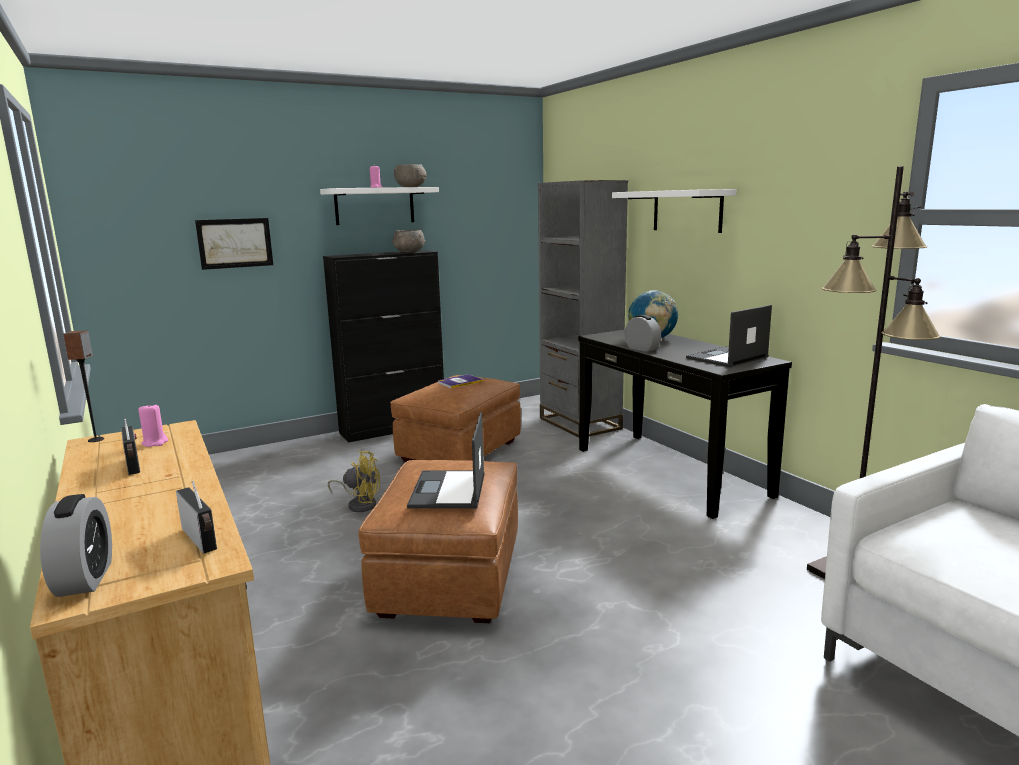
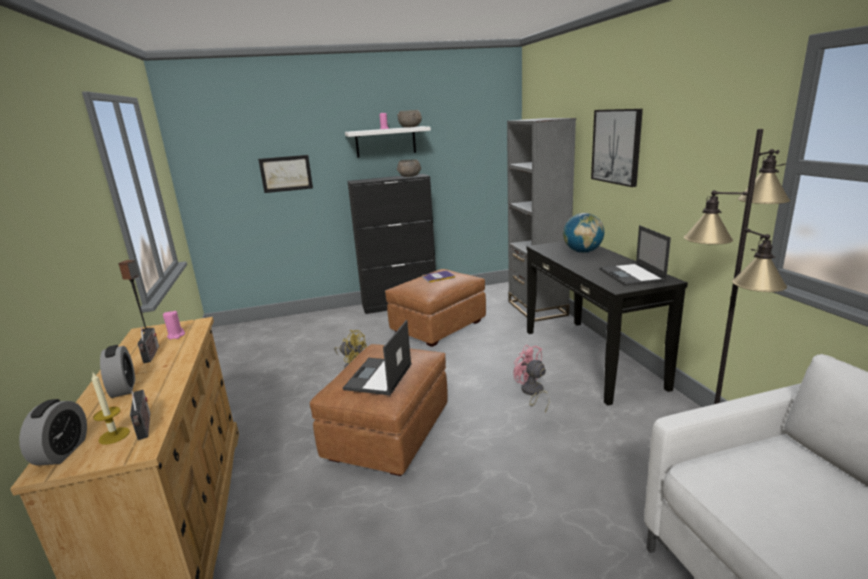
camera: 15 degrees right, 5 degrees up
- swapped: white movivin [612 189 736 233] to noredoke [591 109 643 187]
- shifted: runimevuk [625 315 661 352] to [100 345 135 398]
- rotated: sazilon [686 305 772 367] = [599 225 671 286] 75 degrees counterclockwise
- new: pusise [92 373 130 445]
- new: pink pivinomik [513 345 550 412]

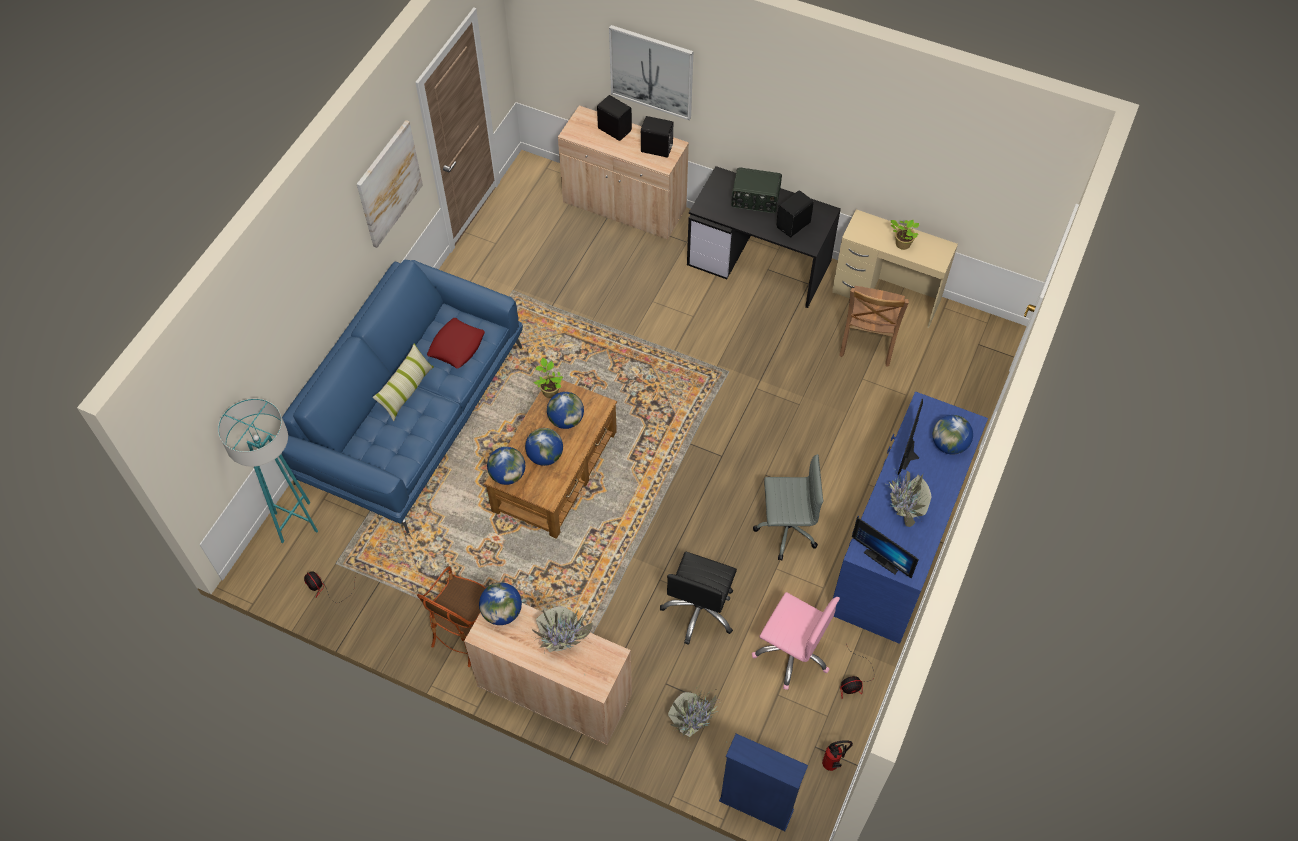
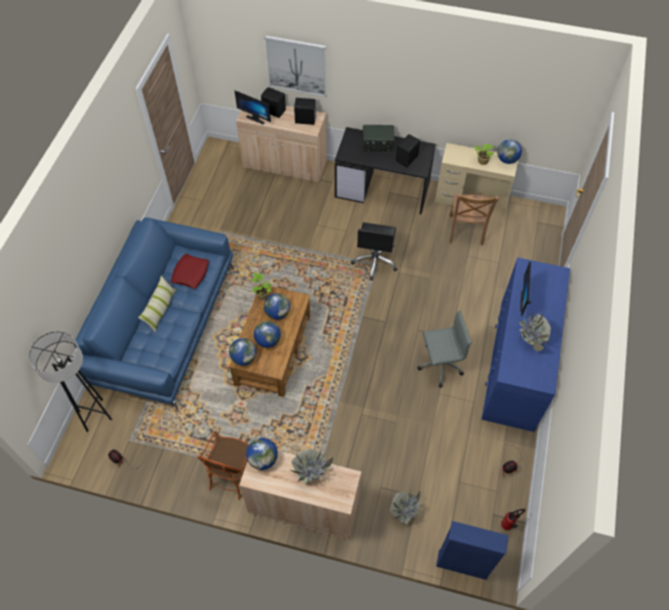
camera: 10 degrees left, 0 degrees up
- repainted: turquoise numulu [218 399 318 543] to grey numulu [29 331 112 432]
- gone: noredoke [357 120 423 248]
- shifted: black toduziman [660 552 737 645] to [351 222 397 281]
- gone: pink toduziman [752 592 840 690]
- shifted: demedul [852 517 919 578] to [234 90 271 125]
- shifted: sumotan [933 415 973 455] to [497 139 522 164]

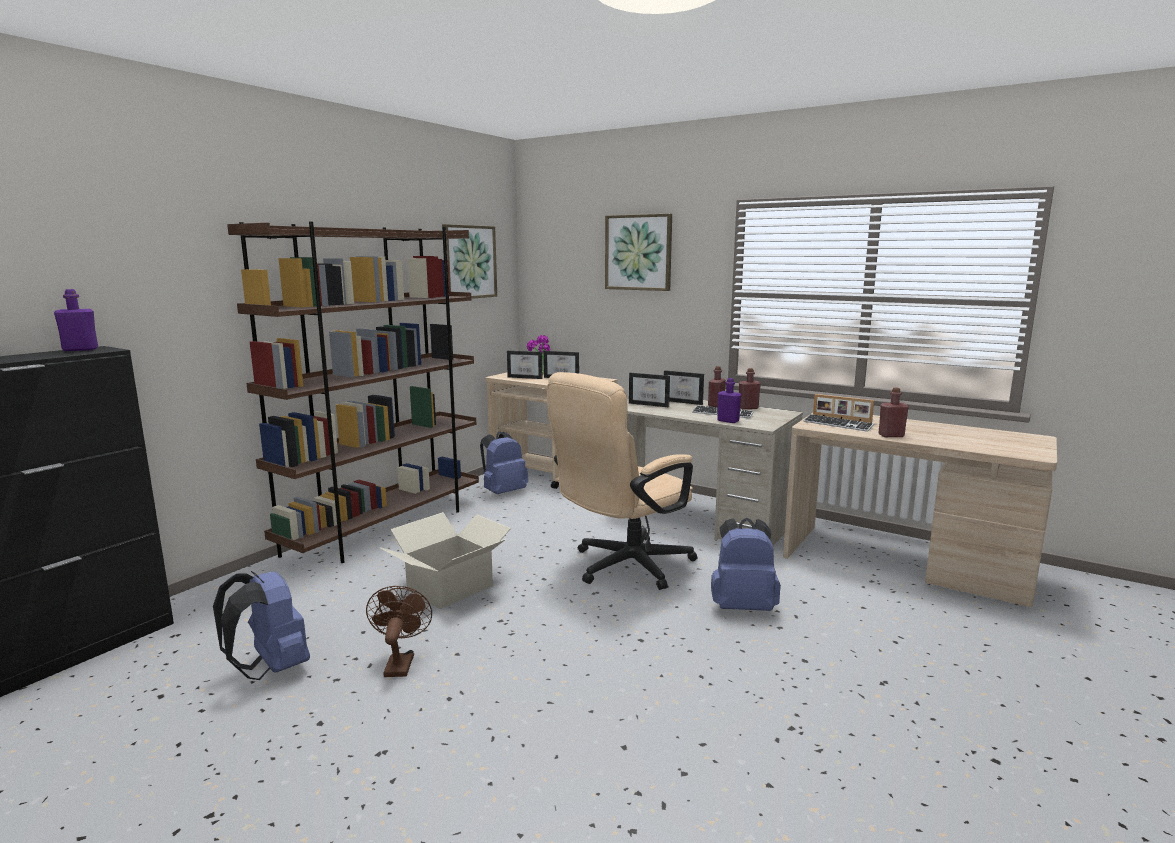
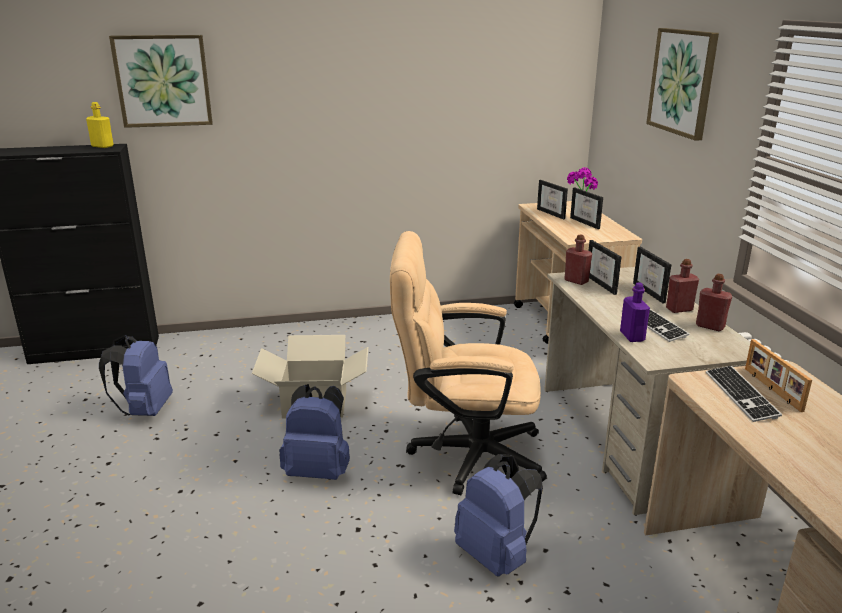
camera: 45 degrees right, 10 degrees up
- repainted: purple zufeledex [54 289 98 351] to yellow zufeledex [86 102 114 148]
- gone: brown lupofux [227 222 479 563]
- gone: brown pivinomik [366 586 432 677]
- shifted: noredoke [442 224 497 299] to [109 35 213 128]
- shifted: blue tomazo [480 431 528 494] to [279 384 350 480]
- shifted: red zufeledex [878 388 909 437] to [564 234 592 285]

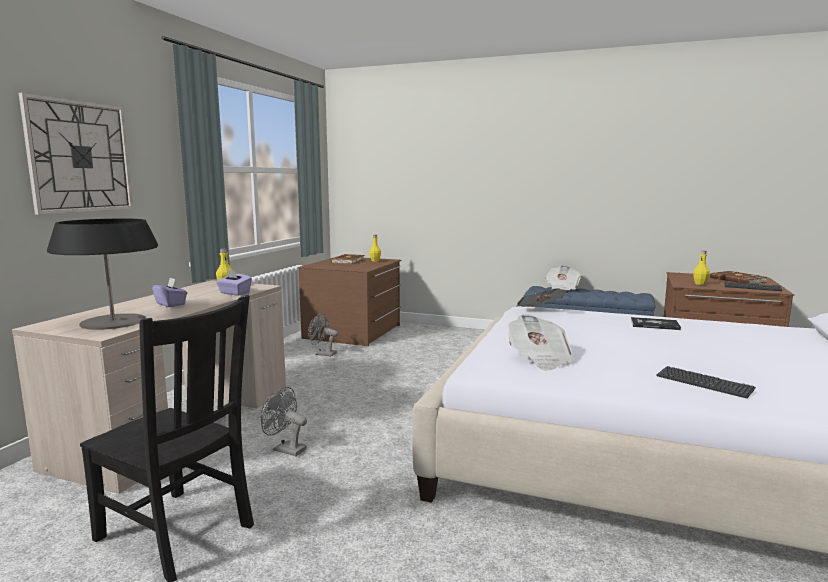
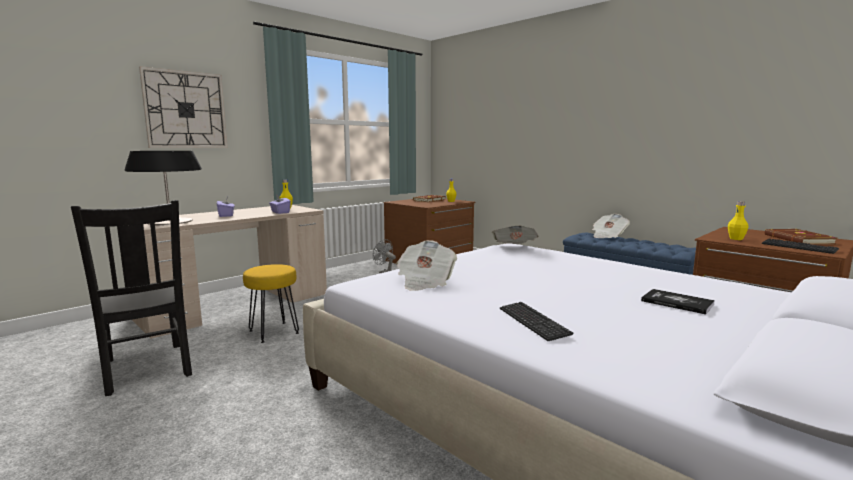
camera: 25 degrees right, 0 degrees up
- swapped: grey pivinomik [260 387 307 456] to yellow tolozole [243 264 299 343]
- shifted: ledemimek [631 317 681 330] to [641 289 715 315]

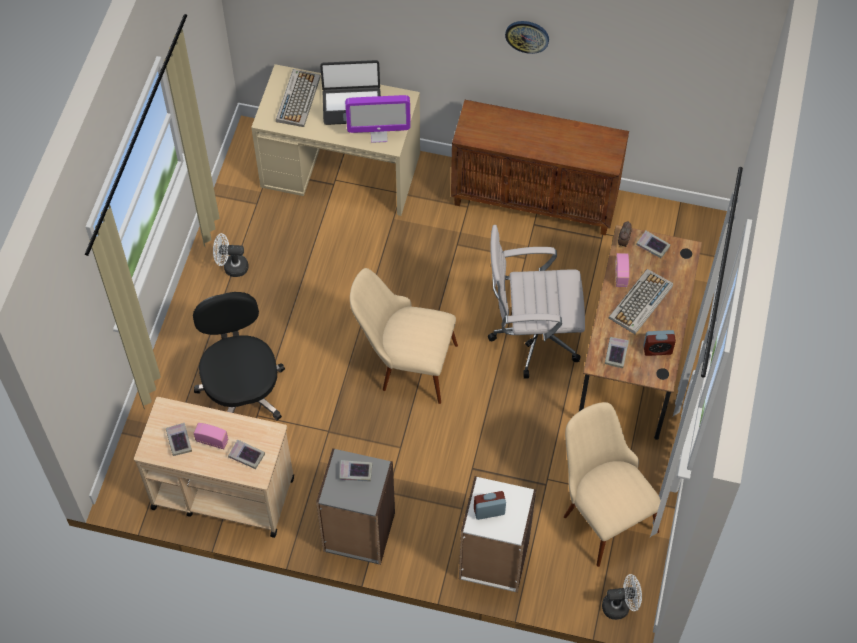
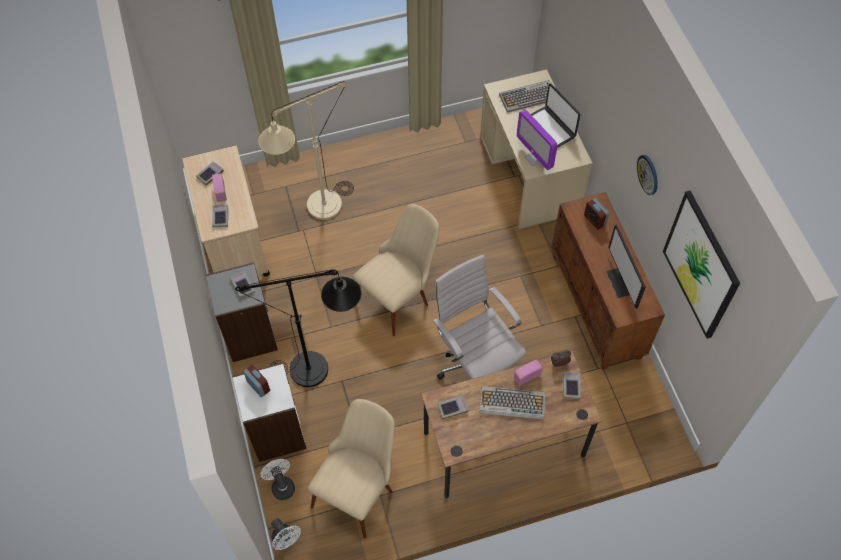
camera: 60 degrees right, 0 degrees up
- swapped: black toduziman [193 292 285 421] to beige numulu [259 81 354 220]
- shifted: white pivinomik [213 233 248 277] to [261 459 295 500]
- rotated: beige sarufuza [350 268 458 404] = [353 204 440 336] 60 degrees clockwise
- shifted: runimevuk [644 330 676 356] to [584 198 609 230]
- new: black numulu [235 269 361 387]
- new: demedul [606 224 646 309]
- new: noredoke [663 191 740 339]

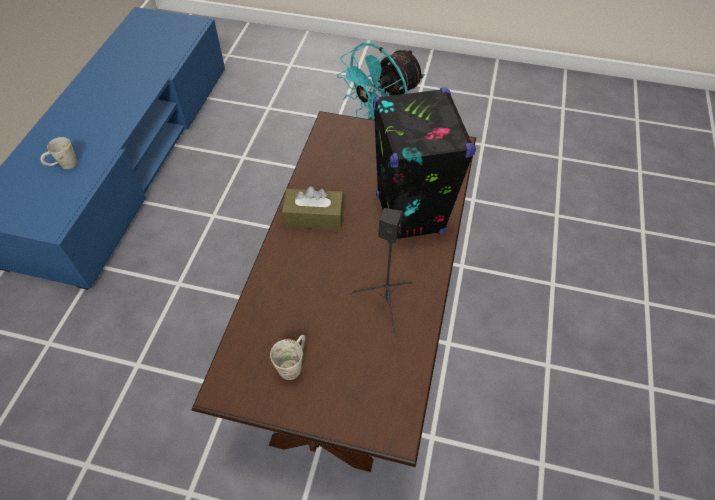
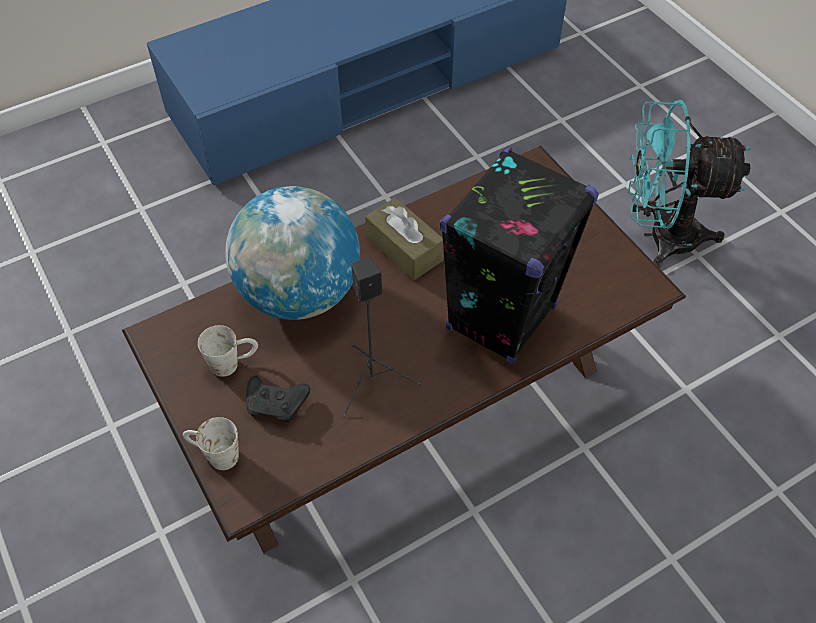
camera: 45 degrees right, 0 degrees up
- shifted: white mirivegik [40 137 78 169] to [183 417 239 470]
- new: sumotan [225 186 360 320]
- new: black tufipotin [246 375 310 423]

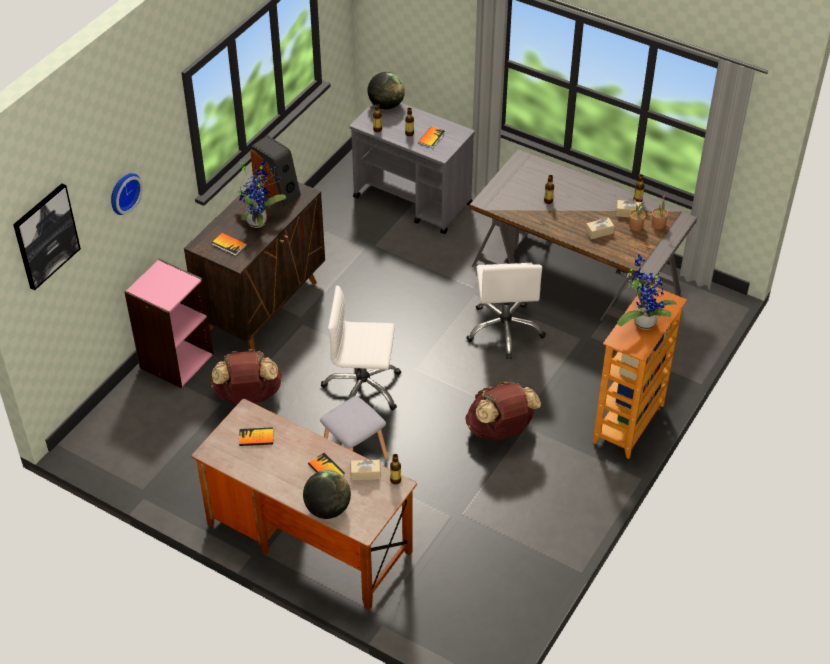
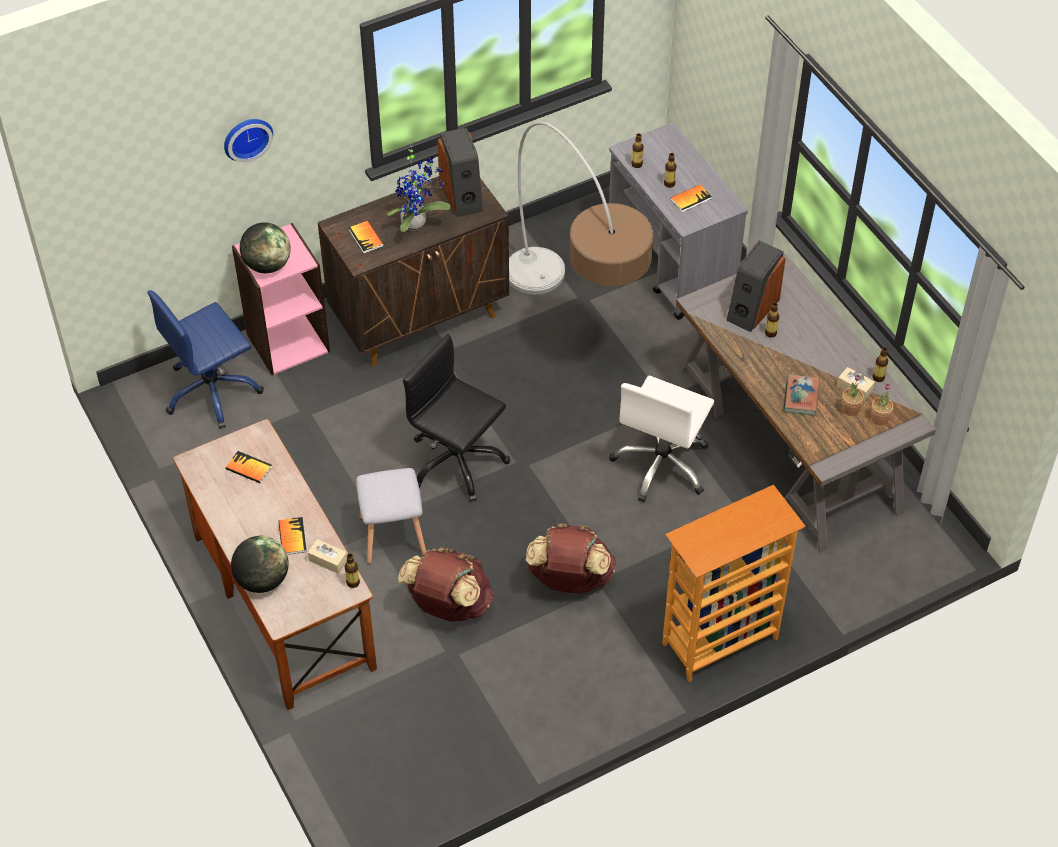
camera: 30 degrees right, 5 degrees up
- gone: noredoke [13 184 81 290]
- shifted: brown tomazo [211 349 282 404] to [398 547 494 622]
- repainted: white toduziman [321 286 401 411] to black toduziman [403 334 510 502]
- shifted: sumotan [368 72 405 110] to [240 223 291 273]
- swapped: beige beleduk [586 217 614 239] to ledemimek [783 374 820 416]
- gone: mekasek [617 254 677 330]
- new: blue toduziman [147 290 264 429]
- new: numulu [509 121 654 295]
- new: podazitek [726 240 786 332]

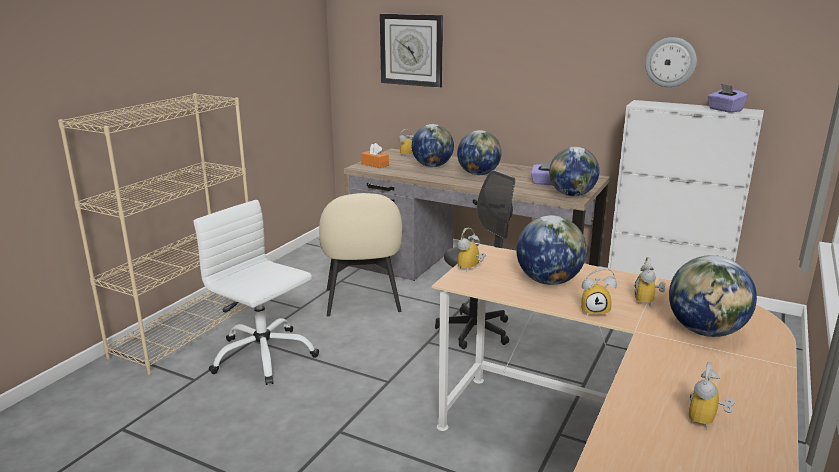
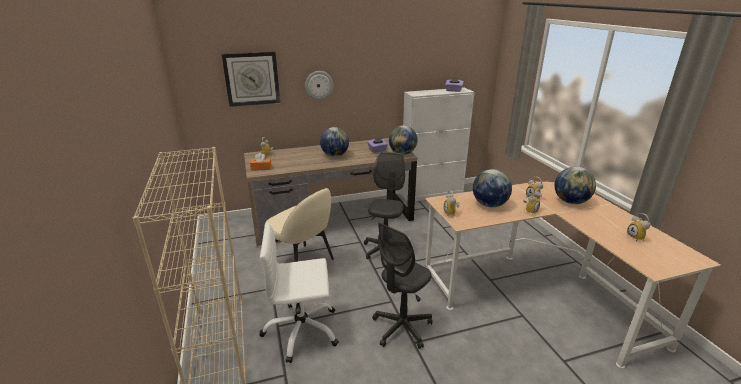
camera: 45 degrees left, 5 degrees up
- gone: sumotan [412 124 454 167]
- shifted: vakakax [645 37 697 87] to [305 71 333 100]
- new: grey toduziman [372 223 432 349]

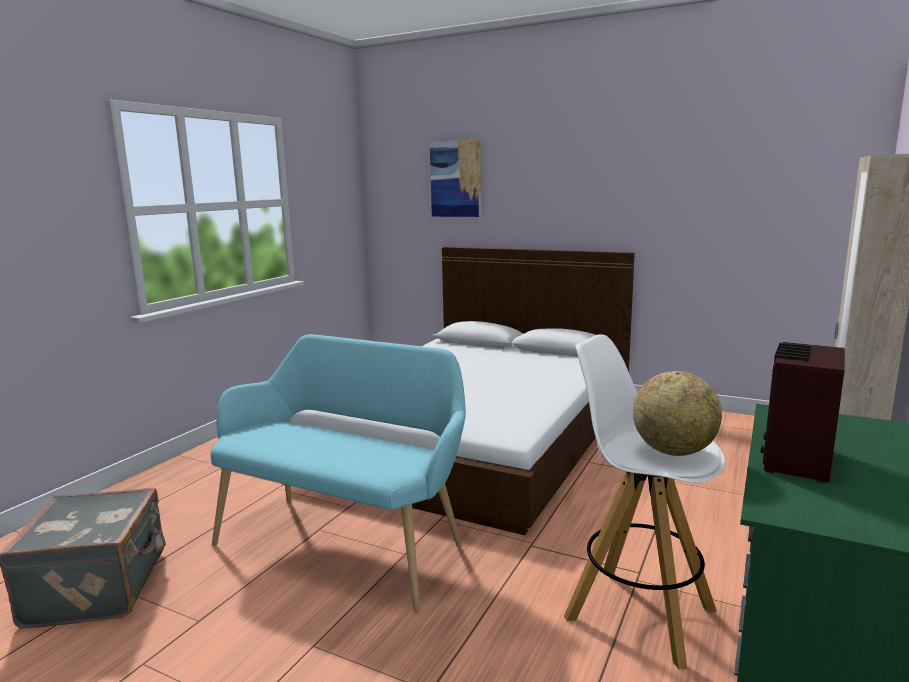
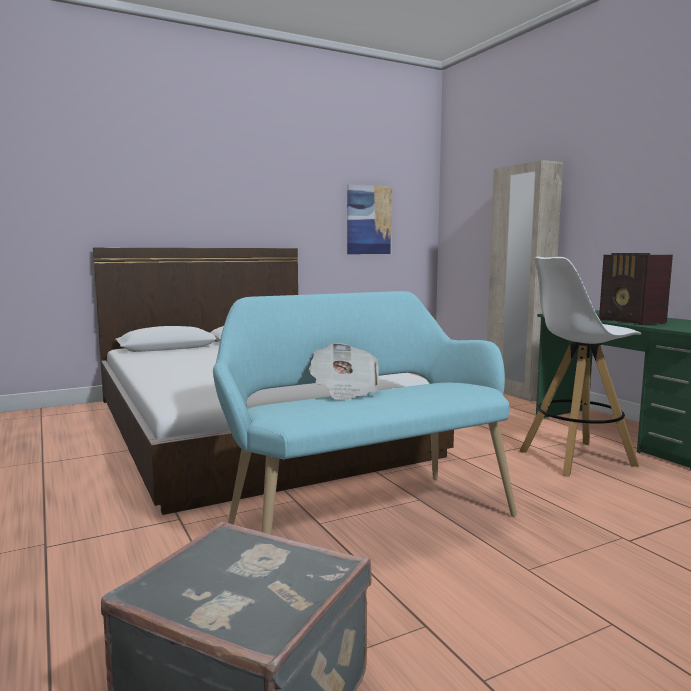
camera: 55 degrees left, 5 degrees down
- shifted: noredoke [430 140 481 217] to [347 184 392 254]
- gone: sumotan [633 371 722 456]
- new: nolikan [309 343 379 400]

